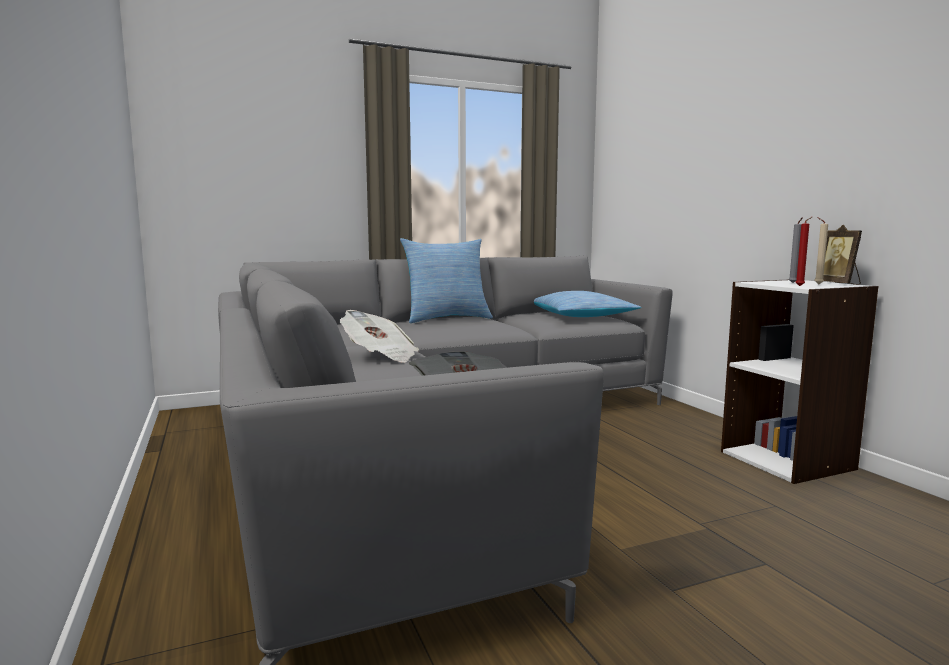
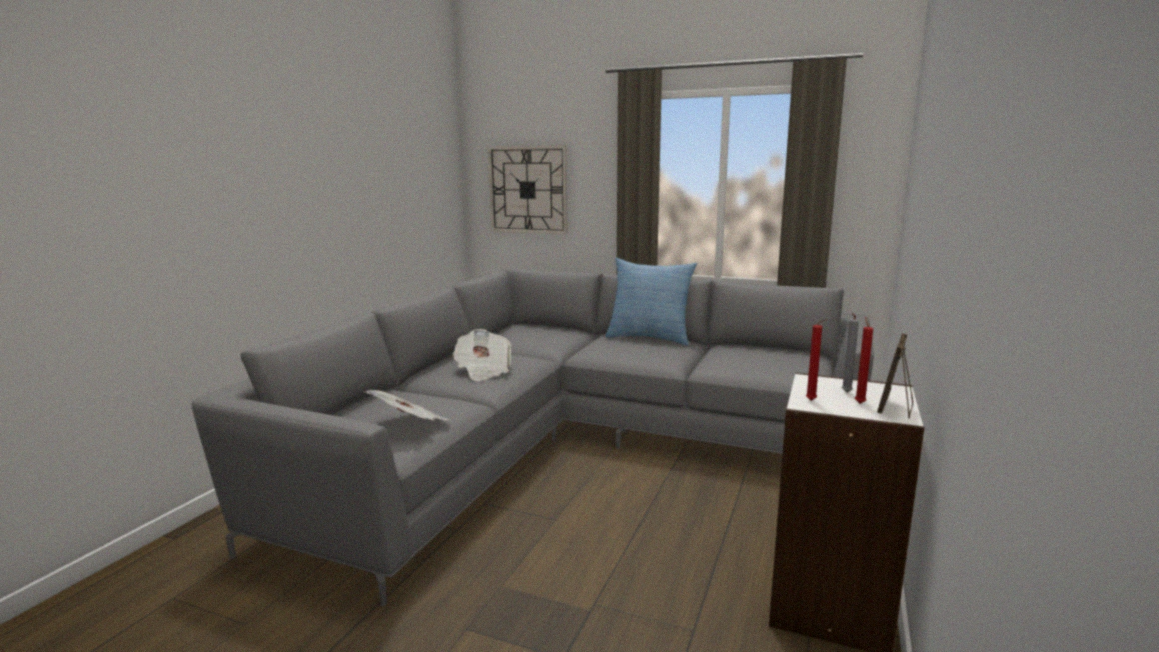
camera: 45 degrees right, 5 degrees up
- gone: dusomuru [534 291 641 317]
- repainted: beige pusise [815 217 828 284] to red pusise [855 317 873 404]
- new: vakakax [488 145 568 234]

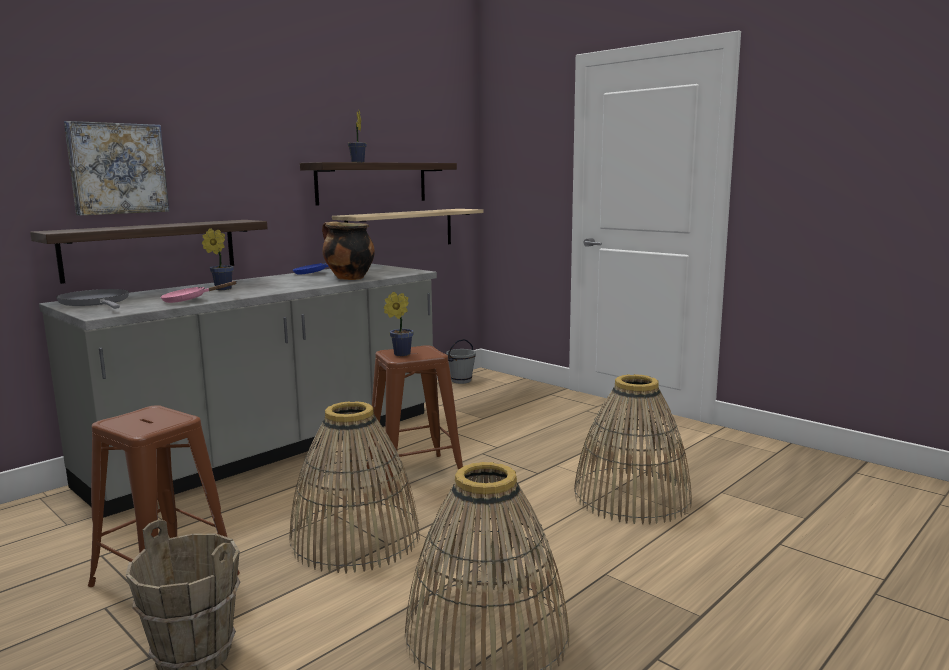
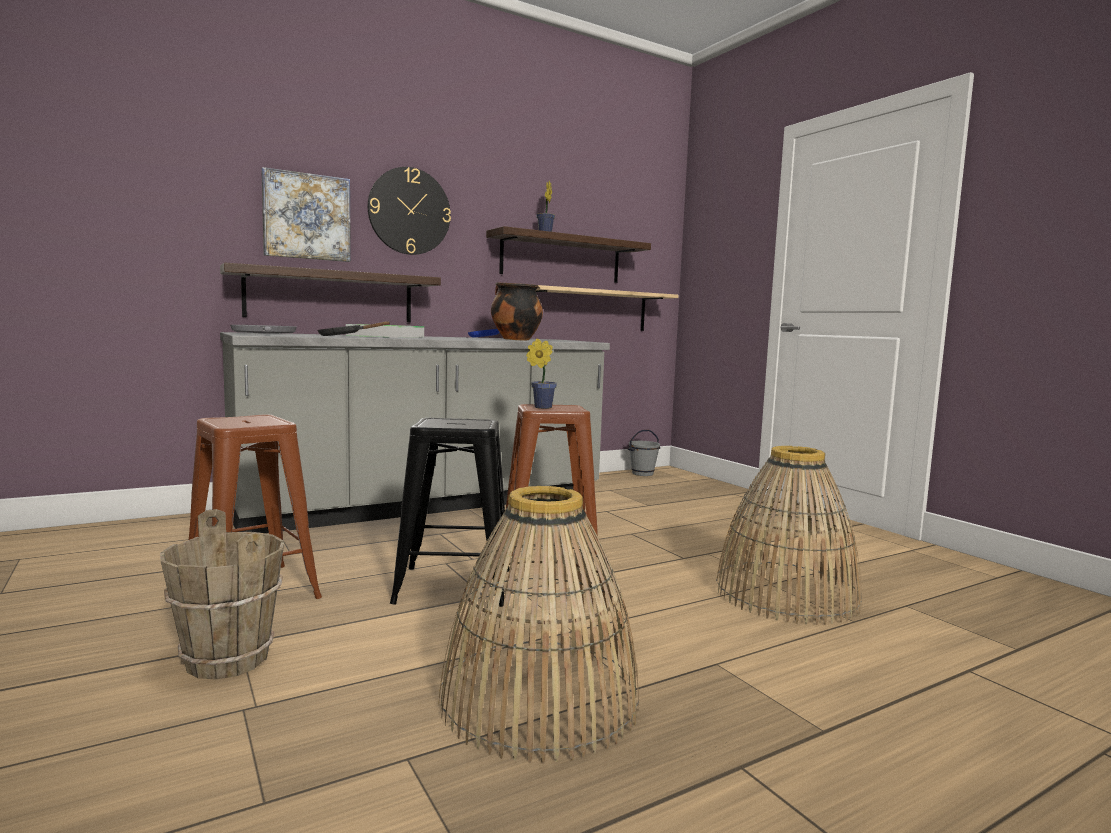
camera: 15 degrees right, 5 degrees down
- repainted: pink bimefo [161 281 238 303] to black bimefo [317 321 390 336]
- swapped: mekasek [202 228 234 290] to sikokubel [346 324 424 338]
- swapped: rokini [290 401 420 573] to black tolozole [390 418 509 607]
- new: vakakax [368 167 451 255]

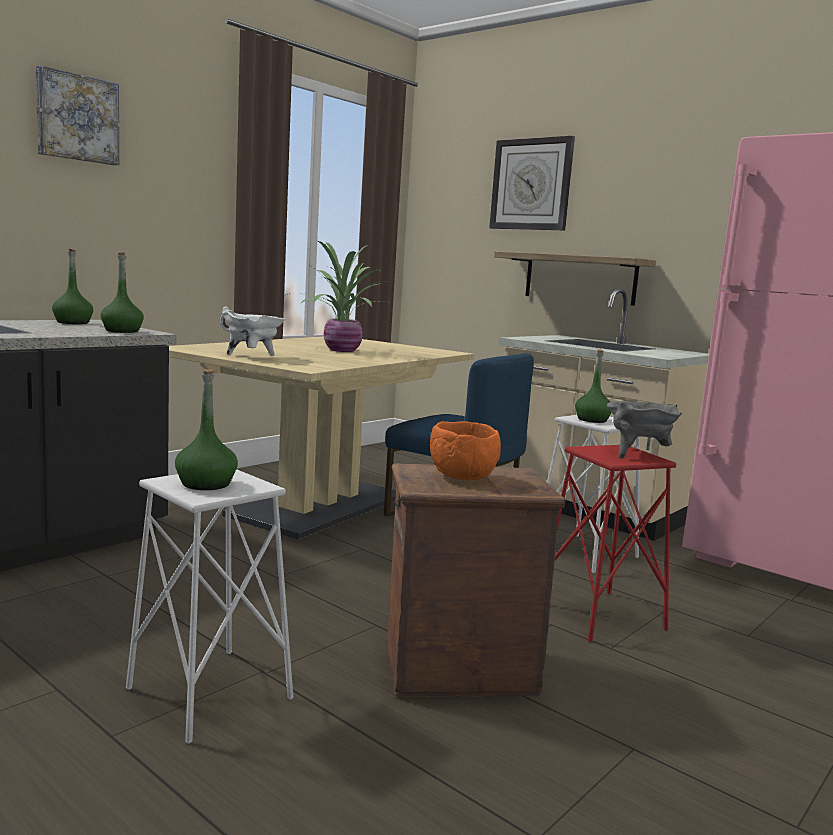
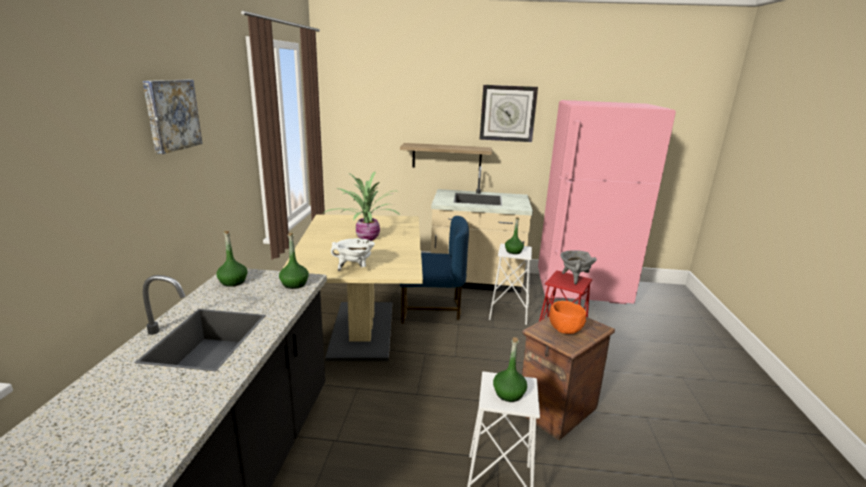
camera: 35 degrees left, 10 degrees up
- shifted: vakakax [489 136 575 230] to [480 85 538 142]

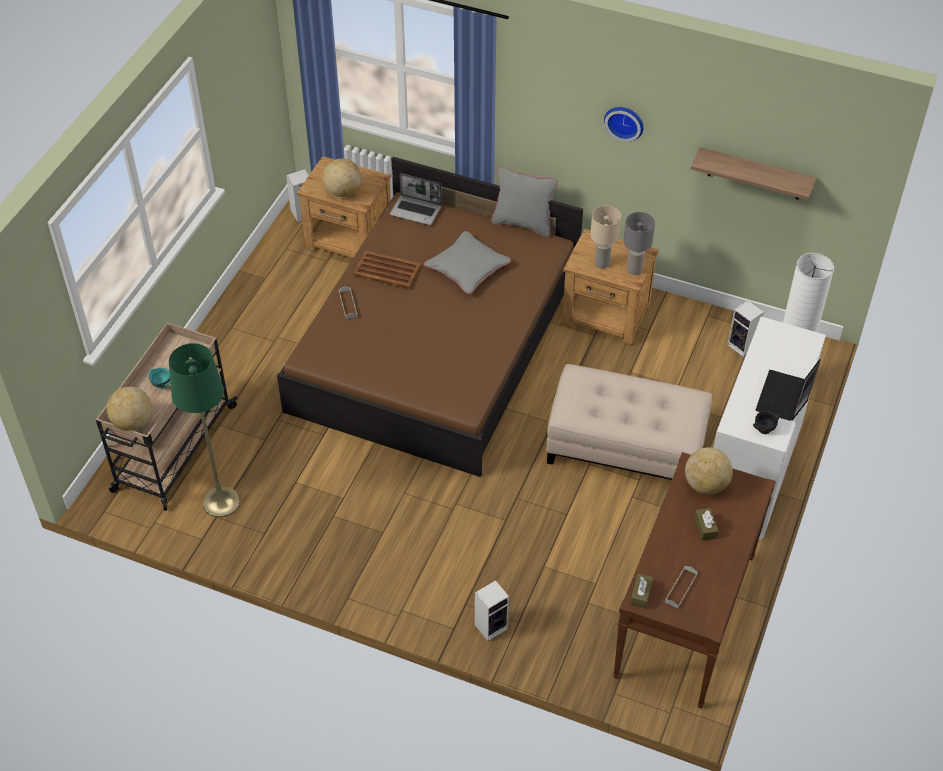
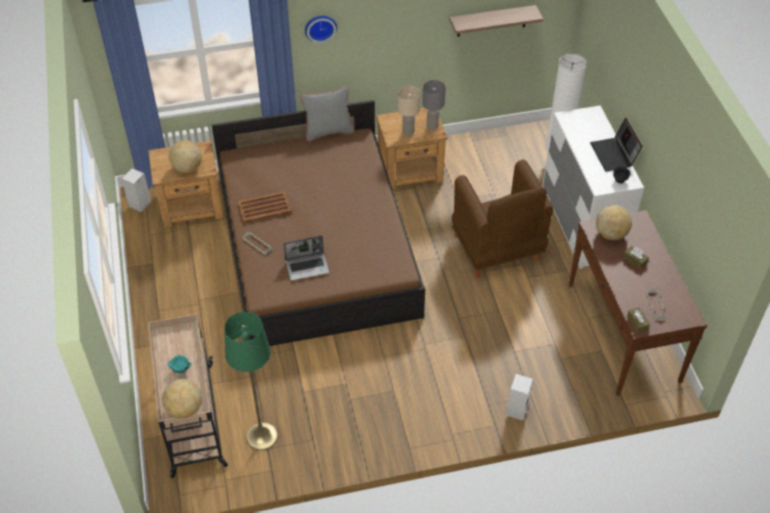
camera: 35 degrees left, 0 degrees up
- shifted: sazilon [390 173 442 225] to [283 235 330 281]
- gone: grey dusomuru [424 231 511 294]
- swapped: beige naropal [546 364 712 480] to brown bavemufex [452 160 553 278]
- shifted: vakakax [604 107 644 142] to [305 16 337 43]
- gone: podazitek [727 300 764 357]

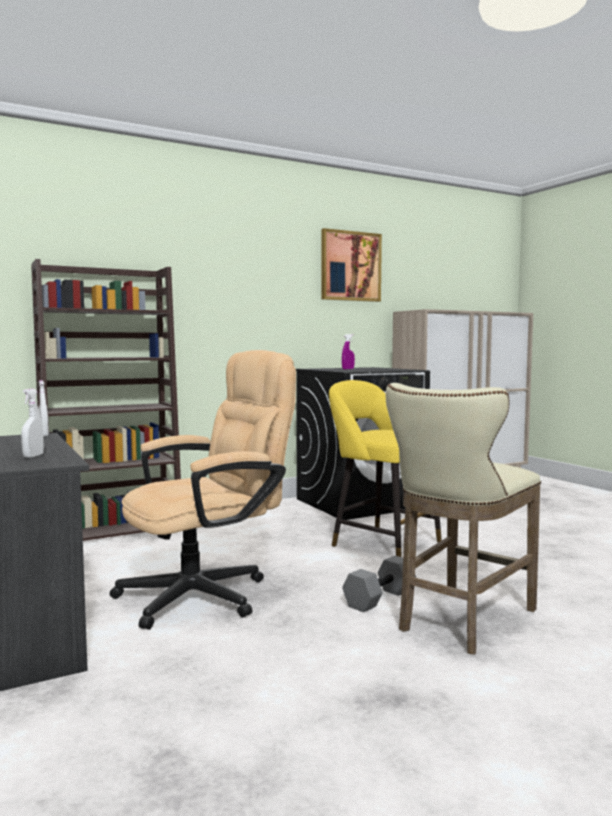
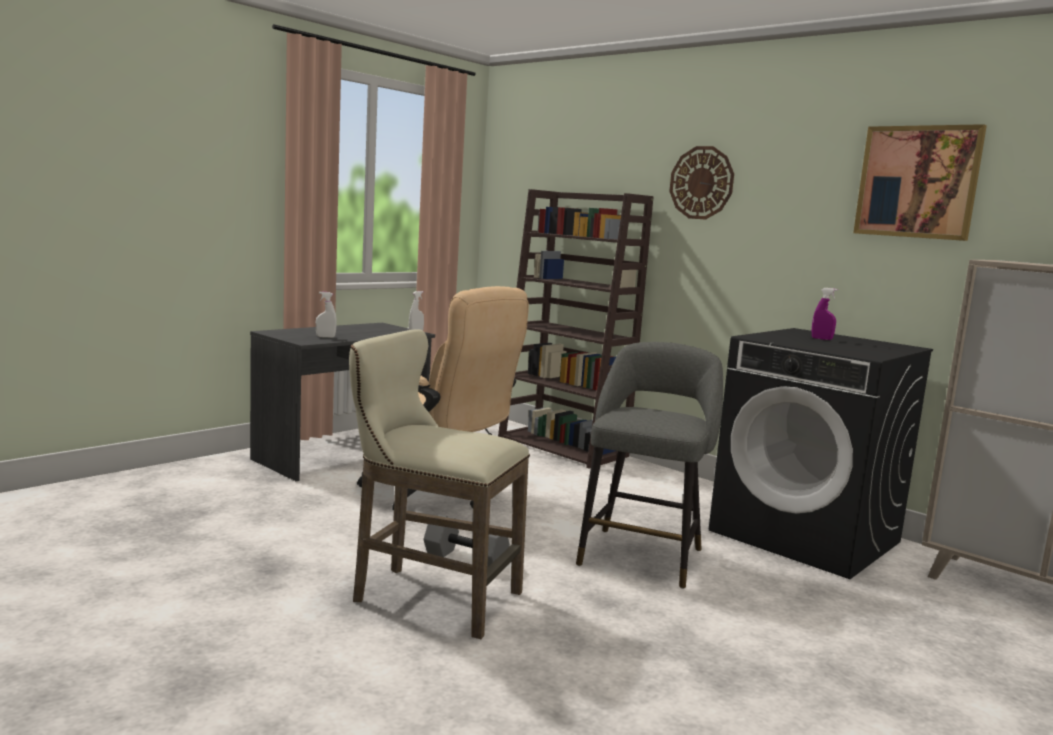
camera: 70 degrees right, 5 degrees up
- repainted: yellow tolozole [329 380 442 557] to grey tolozole [576 342 723 589]
- new: vakakax [669 146 734 220]

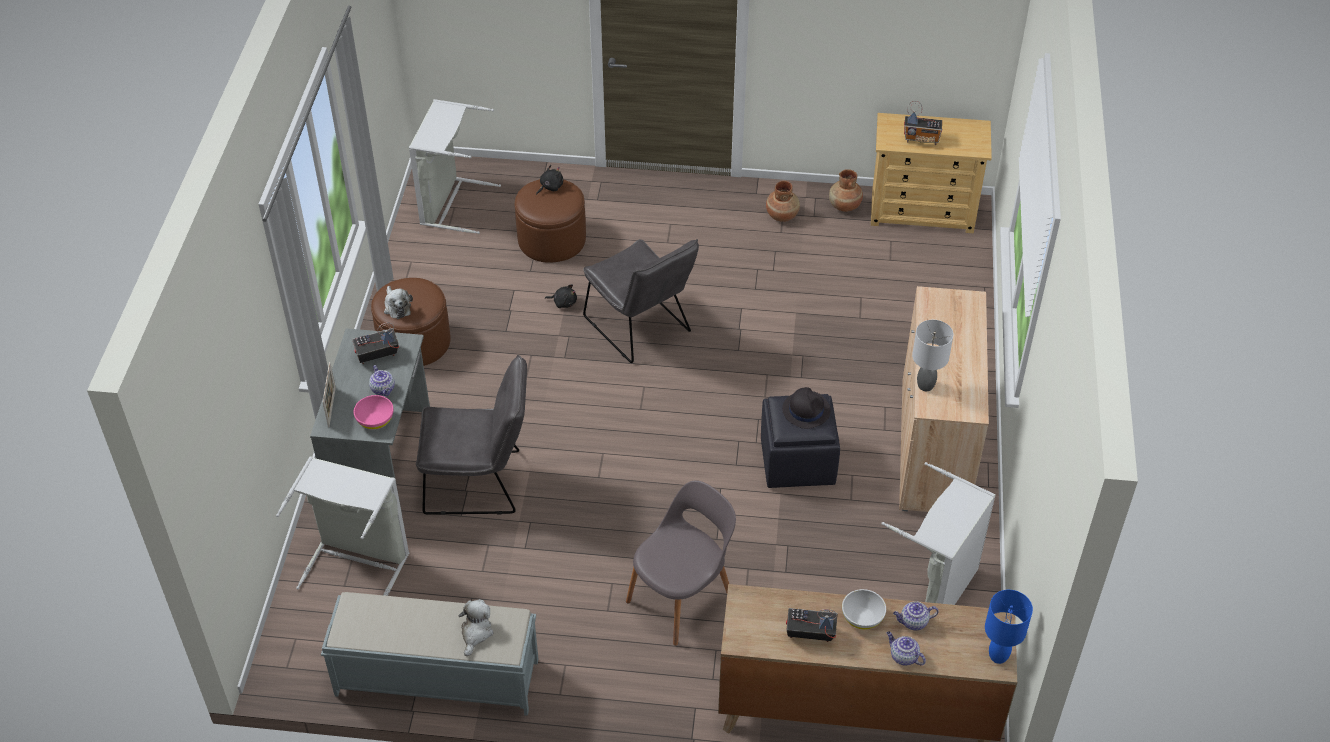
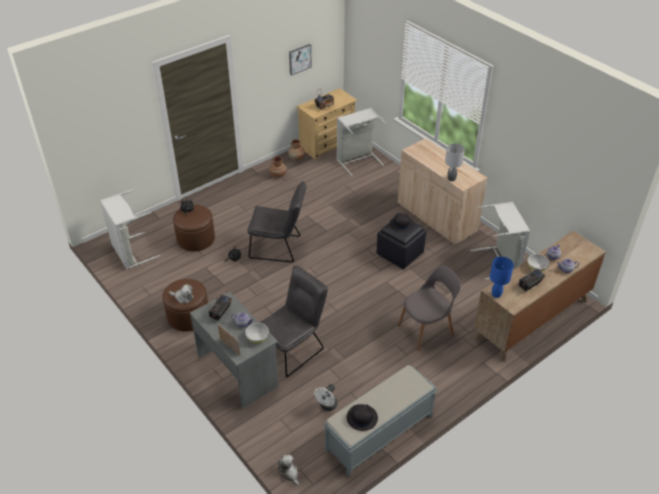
camera: 45 degrees left, 5 degrees down
- shifted: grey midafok [276 456 409 596] to [337 108 387 176]
- repainted: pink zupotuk [354 395 393 429] to white zupotuk [245 323 269 343]
- shifted: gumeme [458 599 493 656] to [278 455 299 486]
- rotated: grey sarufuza [626 480 736 646] = [398 266 461 351] 60 degrees clockwise
- shifted: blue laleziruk [985 590 1033 664] to [490 257 514 298]
- new: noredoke [289 44 312 76]
- new: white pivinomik [314 384 338 411]
- new: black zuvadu [347 404 378 431]

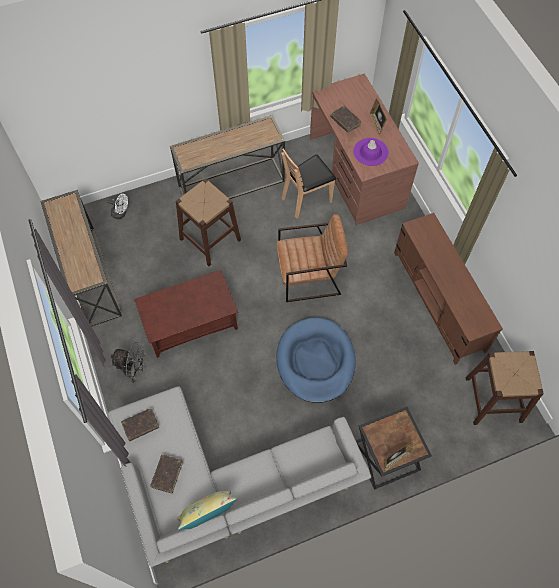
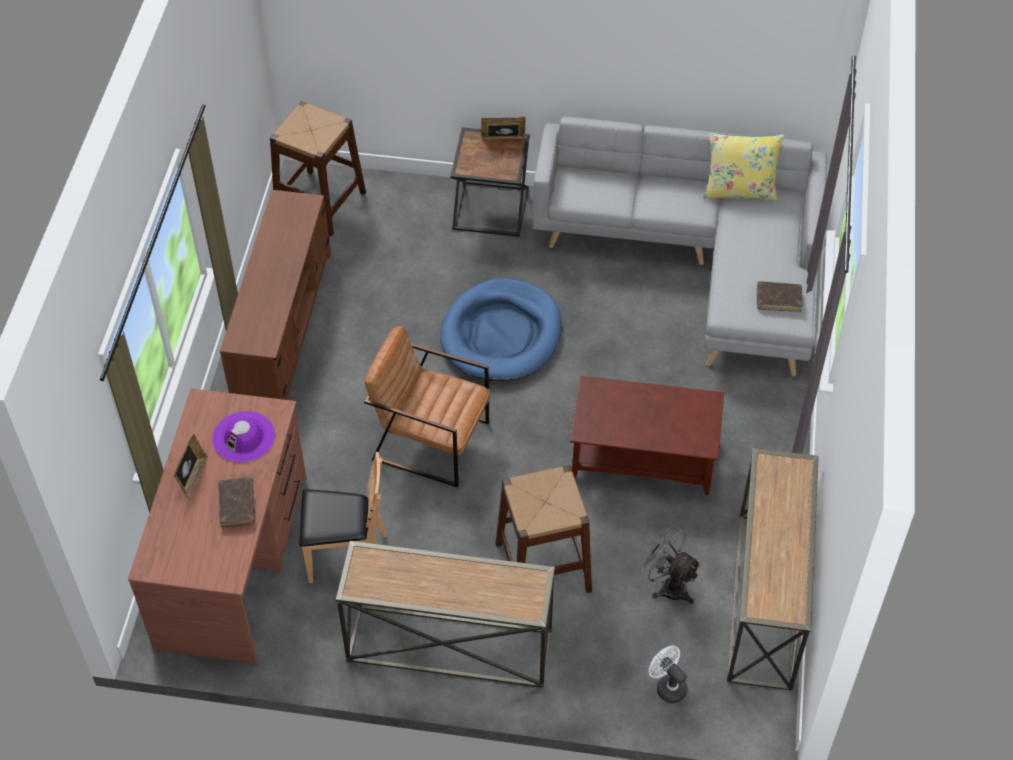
camera: 150 degrees left, 10 degrees down
- shifted: grey pivinomik [111 342 146 383] to [638 525 701 604]
- gone: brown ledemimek [150 455 183 493]

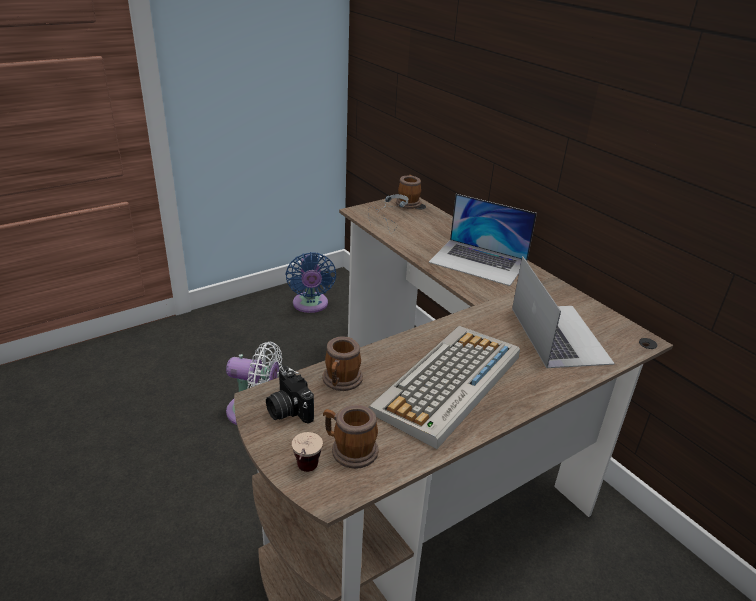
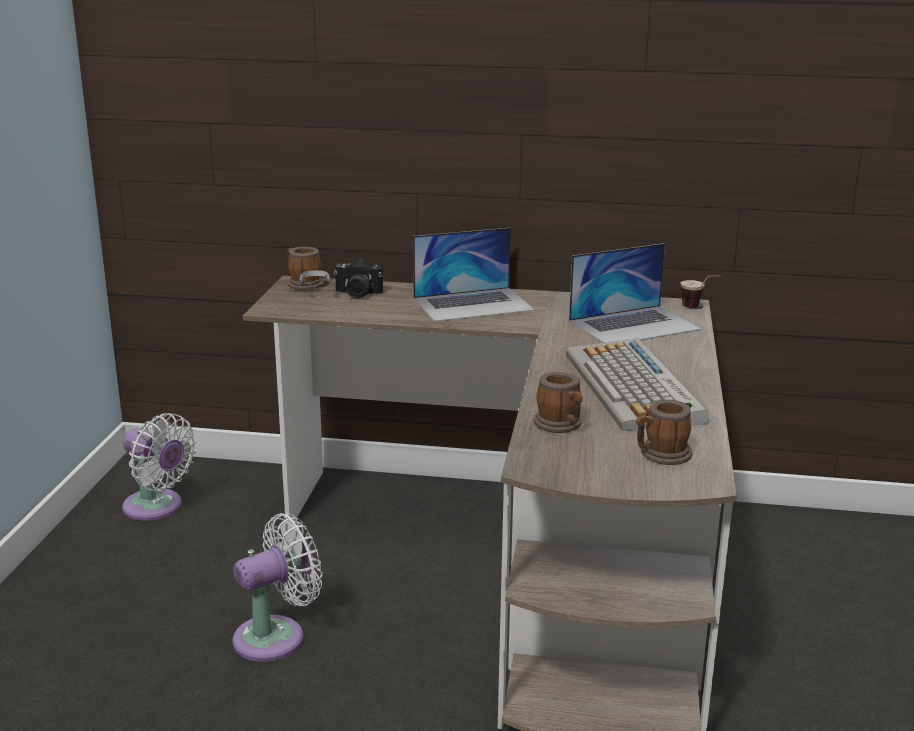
camera: 45 degrees left, 10 degrees down
- shifted: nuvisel [266 366 314 424] to [334 260 383 299]
- repainted: blue pivinomik [286 252 336 313] to white pivinomik [122 413 197 521]
- shifted: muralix [292 432 323 472] to [680 275 721 308]
- rotated: sazilon [512 256 615 368] = [569 243 702 343] 120 degrees clockwise

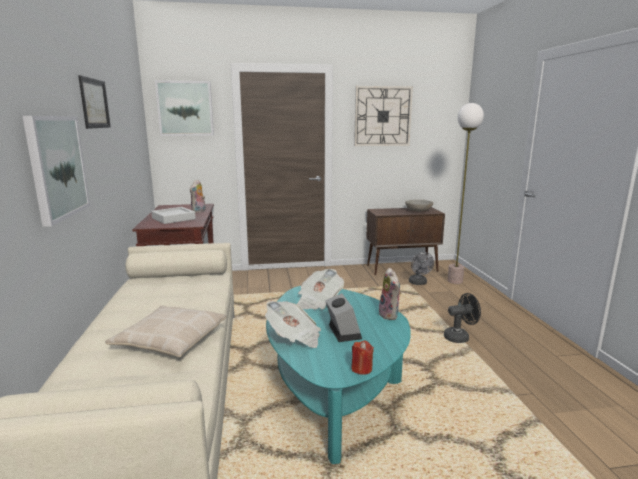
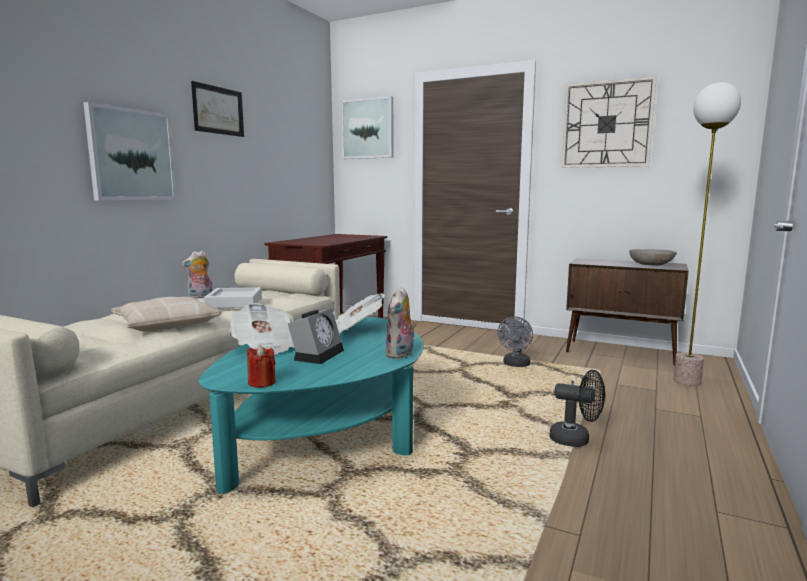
camera: 35 degrees right, 5 degrees down
- shifted: grey sikokubel [151 207 196 224] to [204 287 262 308]
- shifted: gumeme [190 180 206 213] to [181 251 213 299]
- shifted: grey pivinomik [409 252 434 285] to [497 316 533 367]

